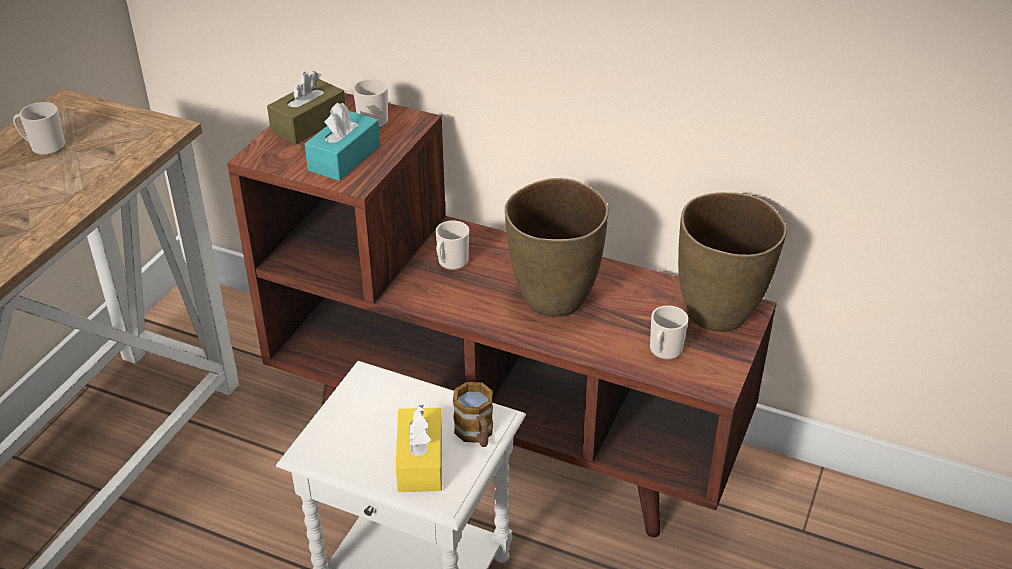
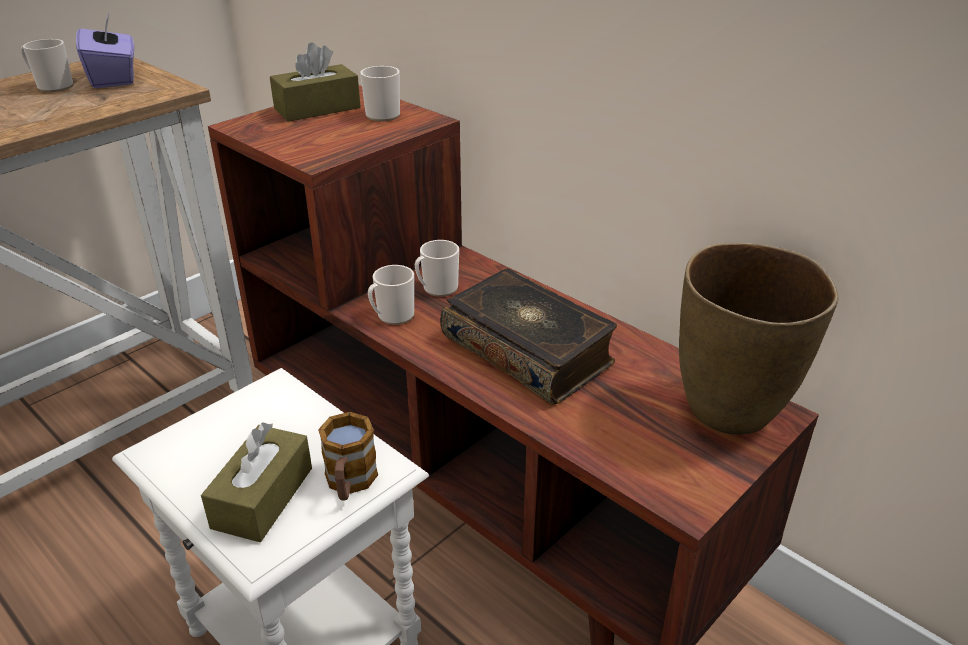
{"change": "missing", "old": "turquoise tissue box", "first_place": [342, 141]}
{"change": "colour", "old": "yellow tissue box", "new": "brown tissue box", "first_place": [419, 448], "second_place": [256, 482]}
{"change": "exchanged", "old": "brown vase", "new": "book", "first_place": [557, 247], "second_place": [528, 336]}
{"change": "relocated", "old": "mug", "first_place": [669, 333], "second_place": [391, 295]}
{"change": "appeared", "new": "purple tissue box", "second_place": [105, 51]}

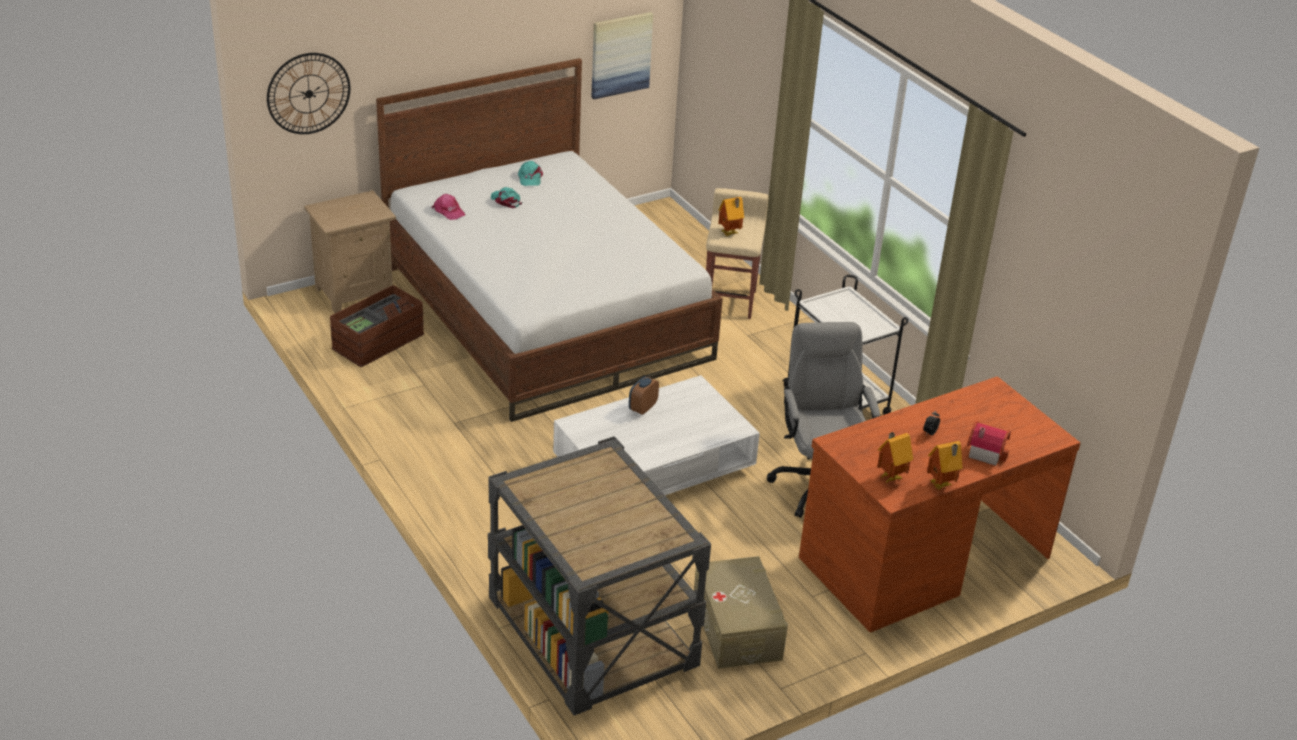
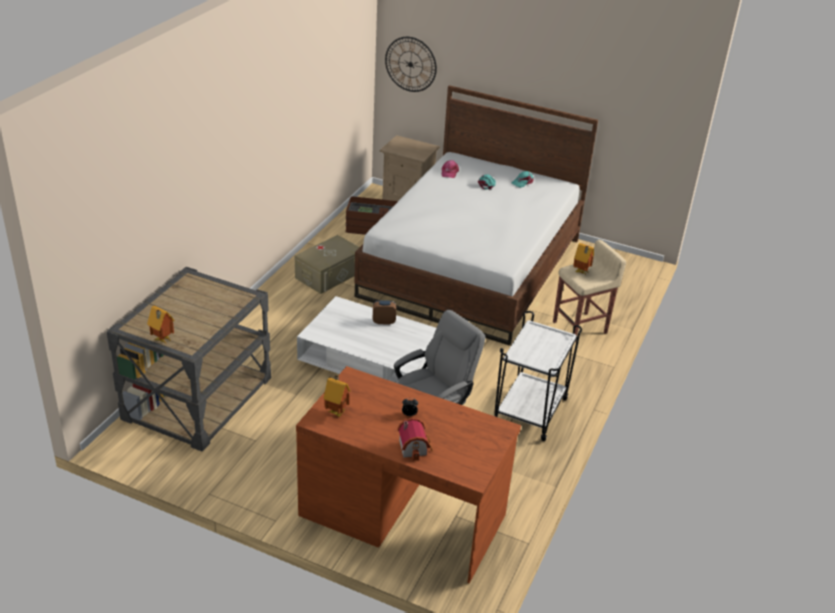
{"change": "missing", "old": "picture", "first_place": [622, 55]}
{"change": "relocated", "old": "beige storage box", "first_place": [741, 612], "second_place": [327, 264]}
{"change": "relocated", "old": "toy house", "first_place": [945, 465], "second_place": [161, 324]}

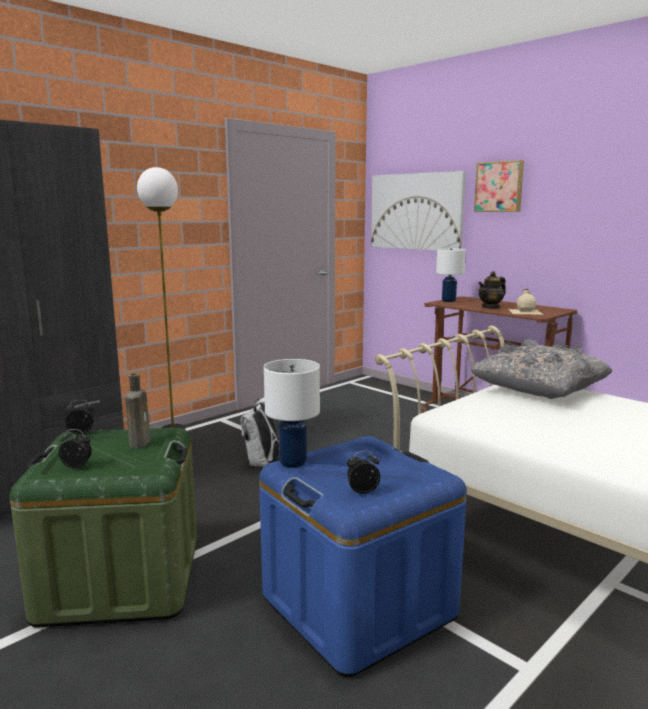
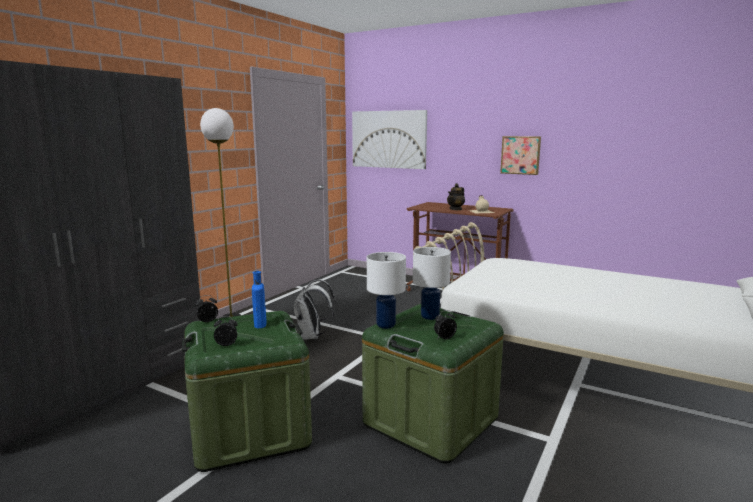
{"change": "colour", "old": "brown bottle", "new": "blue bottle", "first_place": [138, 411], "second_place": [259, 299]}
{"change": "colour", "old": "blue storage box", "new": "green storage box", "first_place": [363, 556], "second_place": [433, 384]}
{"change": "relocated", "old": "white table lamp", "first_place": [451, 275], "second_place": [432, 283]}
{"change": "missing", "old": "grey pillow", "first_place": [541, 368]}
{"change": "relocated", "old": "picture", "first_place": [499, 186], "second_place": [520, 155]}

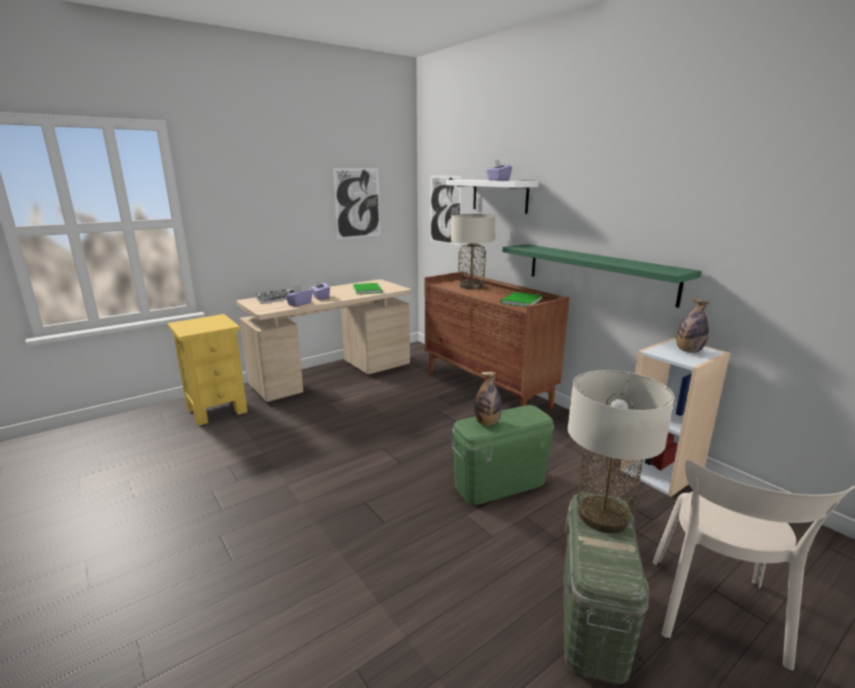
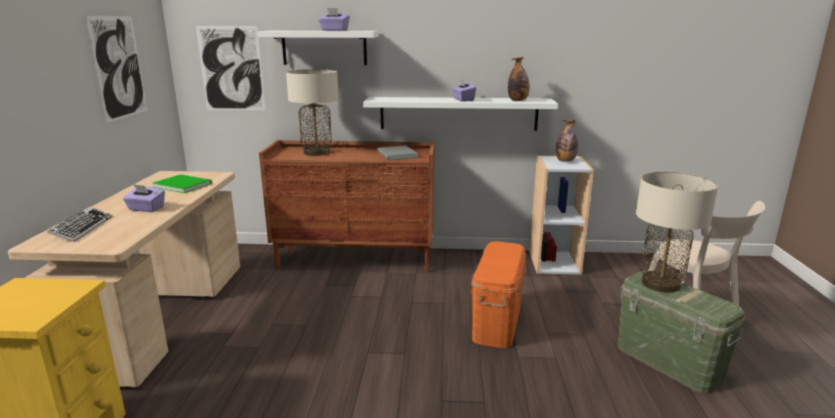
{"change": "relocated", "old": "purple tissue box", "first_place": [299, 296], "second_place": [464, 90]}
{"change": "colour", "old": "green storage box", "new": "orange storage box", "first_place": [502, 455], "second_place": [499, 294]}
{"change": "relocated", "old": "bottle", "first_place": [488, 399], "second_place": [519, 79]}
{"change": "colour", "old": "green book", "new": "grey book", "first_place": [521, 299], "second_place": [397, 152]}
{"change": "colour", "old": "green shelf", "new": "white shelf", "first_place": [602, 276], "second_place": [460, 114]}

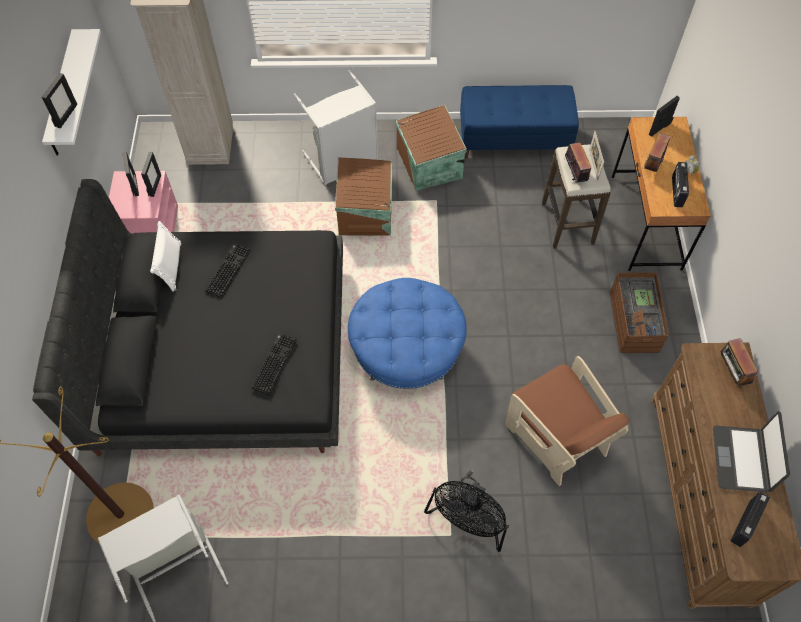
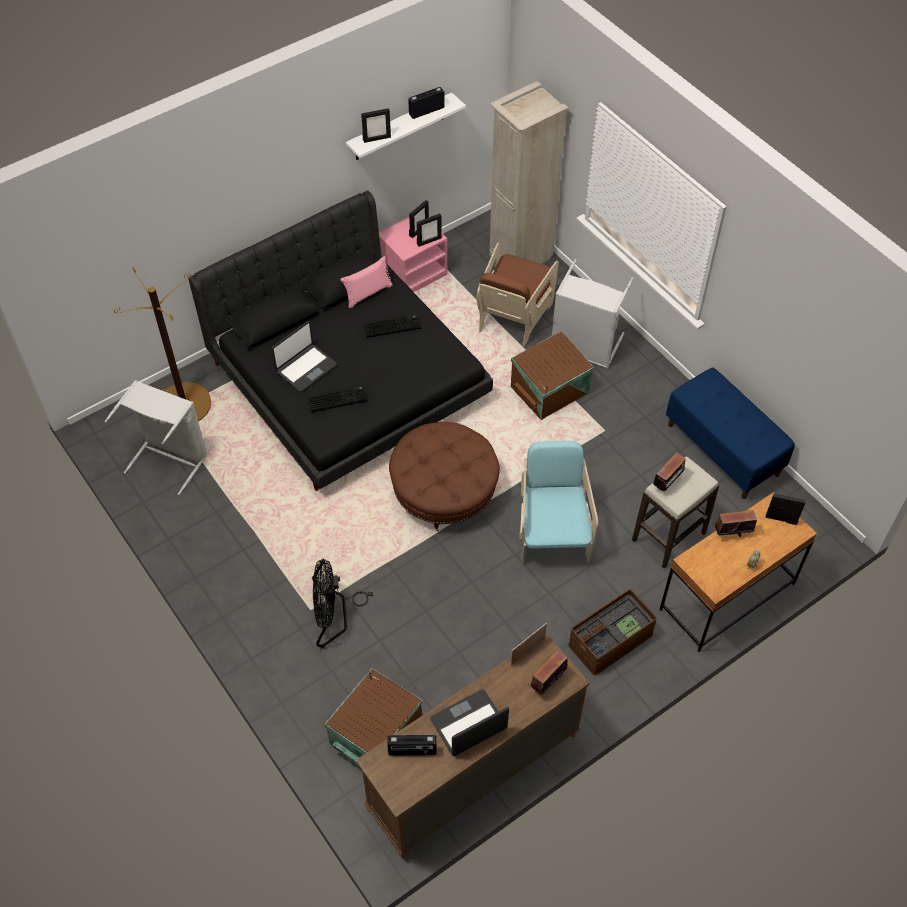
{"change": "colour", "old": "white pillow", "new": "pink pillow", "first_place": [165, 256], "second_place": [366, 282]}
{"change": "colour", "old": "blue ottoman", "new": "brown ottoman", "first_place": [407, 333], "second_place": [444, 476]}
{"change": "relocated", "old": "brown storage box", "first_place": [431, 148], "second_place": [373, 717]}
{"change": "relocated", "old": "brown armchair", "first_place": [567, 421], "second_place": [517, 295]}
{"change": "relocated", "old": "picture frame", "first_place": [596, 156], "second_place": [528, 644]}
{"change": "relocated", "old": "radio", "first_place": [680, 185], "second_place": [426, 103]}
{"change": "appeared", "new": "laptop", "second_place": [304, 356]}
{"change": "appeared", "new": "turquoise armchair", "second_place": [558, 502]}

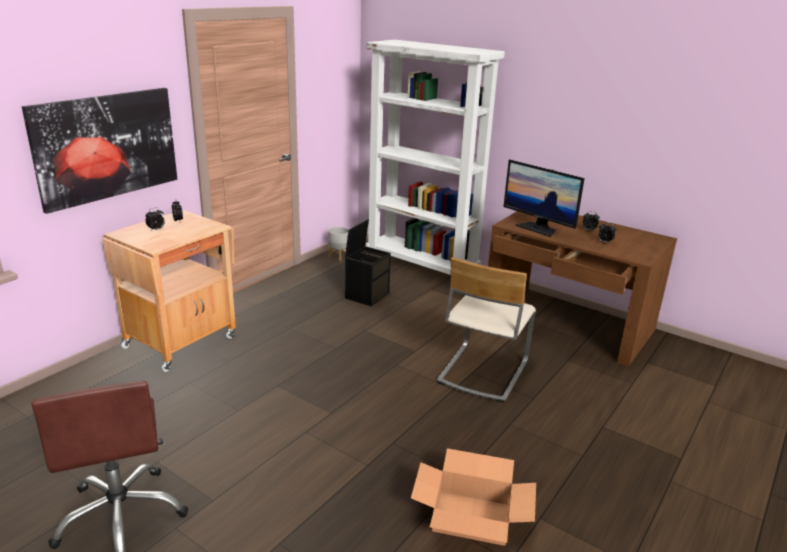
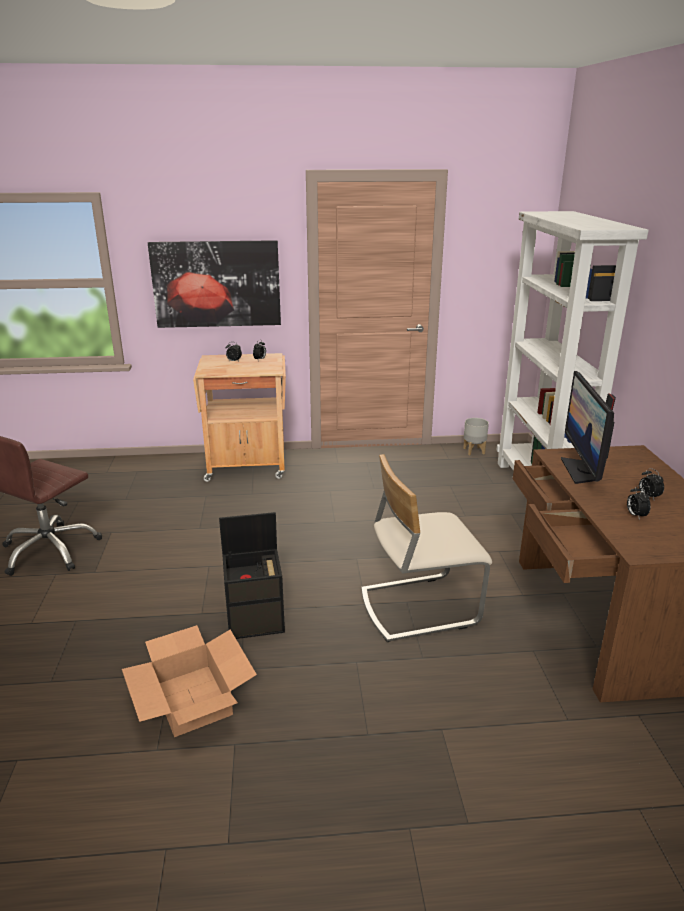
{"change": "relocated", "old": "black storage box", "first_place": [368, 262], "second_place": [252, 575]}

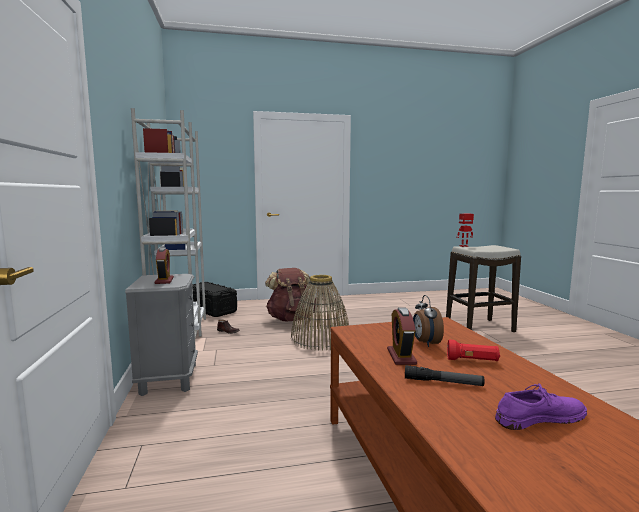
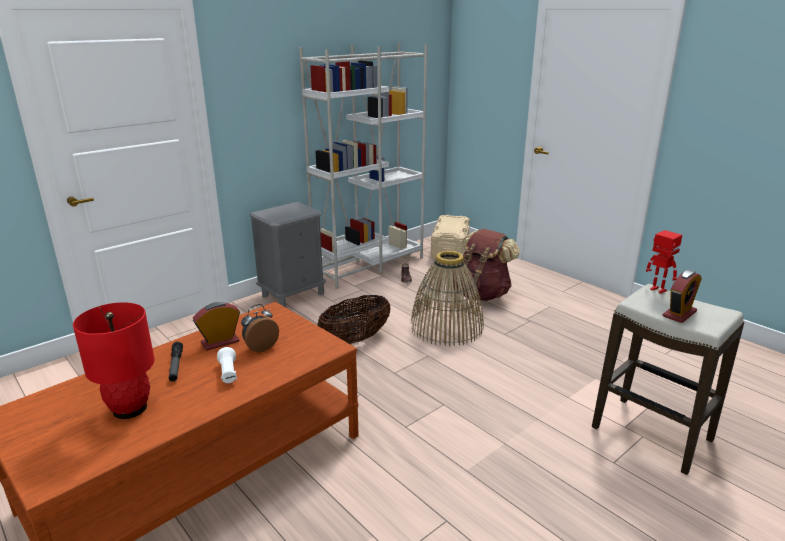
{"change": "relocated", "old": "alarm clock", "first_place": [164, 266], "second_place": [682, 296]}
{"change": "colour", "old": "black storage box", "new": "beige storage box", "first_place": [214, 299], "second_place": [450, 237]}
{"change": "colour", "old": "red flashlight", "new": "white flashlight", "first_place": [473, 350], "second_place": [227, 365]}
{"change": "exchanged", "old": "purple shoe", "new": "red table lamp", "first_place": [541, 406], "second_place": [114, 360]}
{"change": "appeared", "new": "basket", "second_place": [354, 319]}

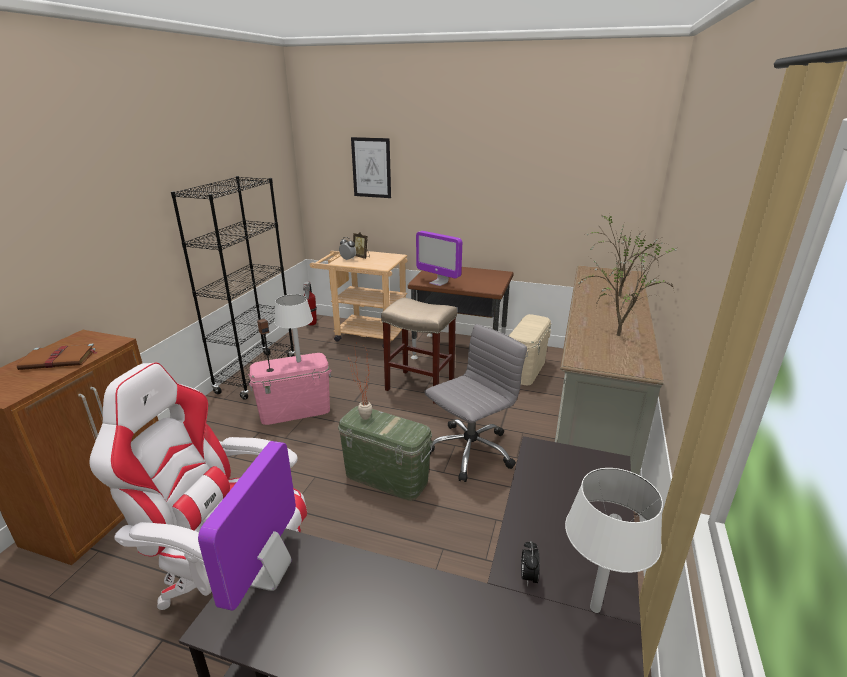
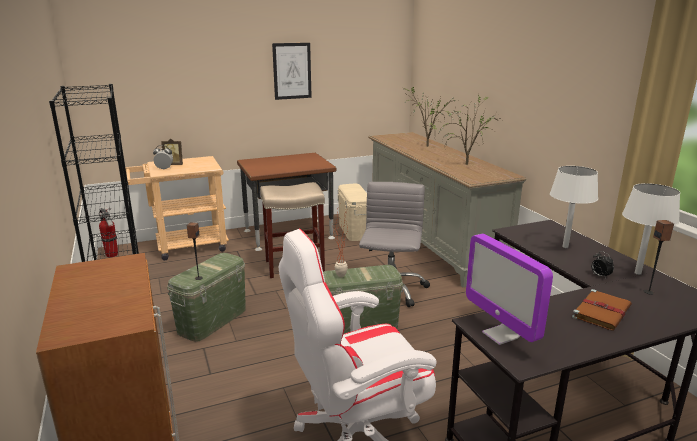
{"change": "relocated", "old": "brown book", "first_place": [57, 357], "second_place": [602, 310]}
{"change": "colour", "old": "pink storage box", "new": "green storage box", "first_place": [289, 389], "second_place": [206, 297]}
{"change": "relocated", "old": "white table lamp", "first_place": [293, 328], "second_place": [574, 207]}
{"change": "relocated", "old": "picture", "first_place": [371, 167], "second_place": [292, 71]}
{"change": "missing", "old": "monitor", "first_place": [439, 258]}
{"change": "appeared", "new": "speaker", "second_place": [659, 257]}

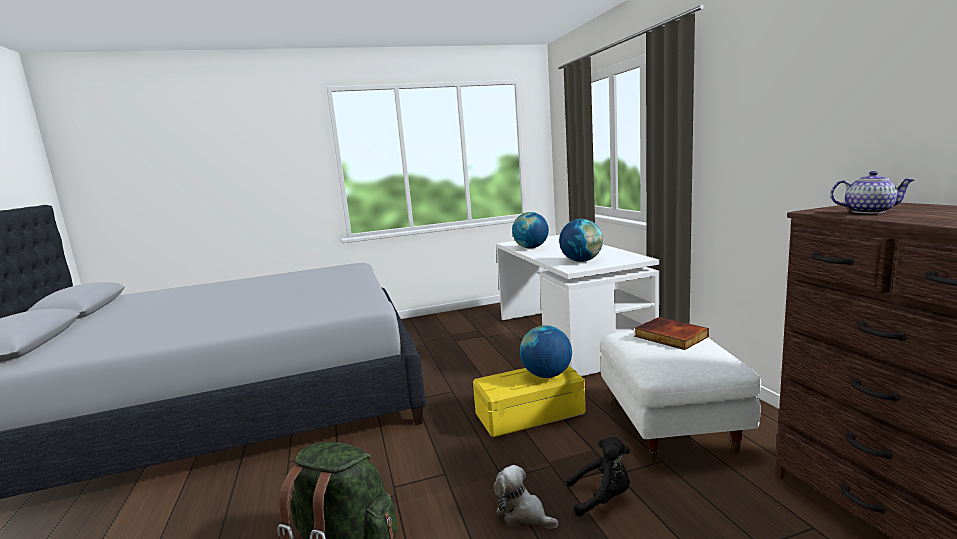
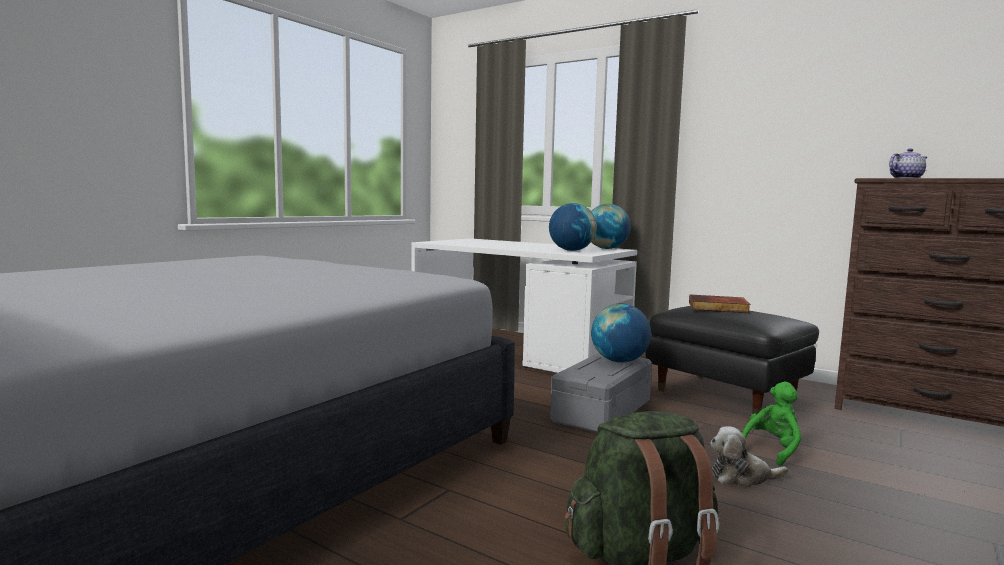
{"change": "colour", "old": "yellow storage box", "new": "grey storage box", "first_place": [529, 401], "second_place": [601, 393]}
{"change": "relocated", "old": "globe", "first_place": [530, 230], "second_place": [611, 226]}
{"change": "colour", "old": "black plush toy", "new": "green plush toy", "first_place": [598, 477], "second_place": [772, 424]}
{"change": "colour", "old": "white ottoman", "new": "black ottoman", "first_place": [680, 396], "second_place": [732, 360]}

